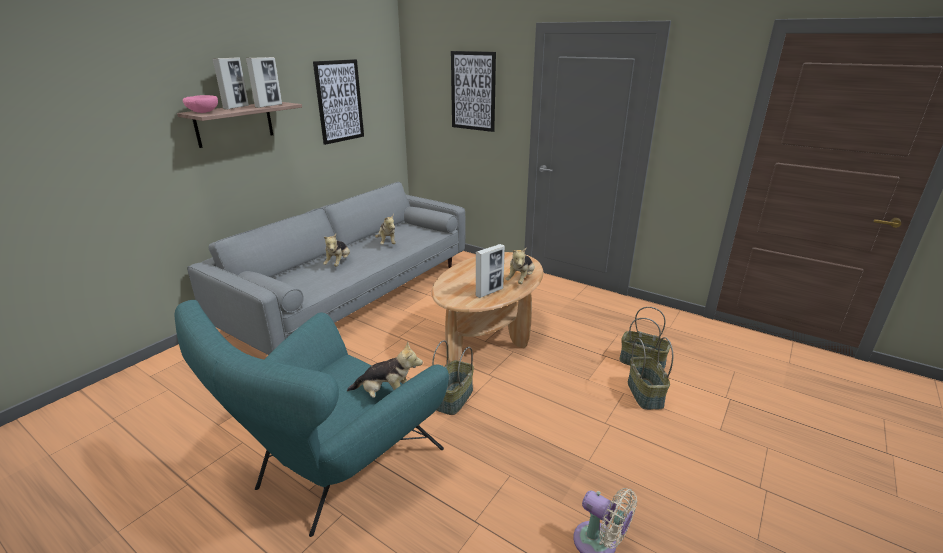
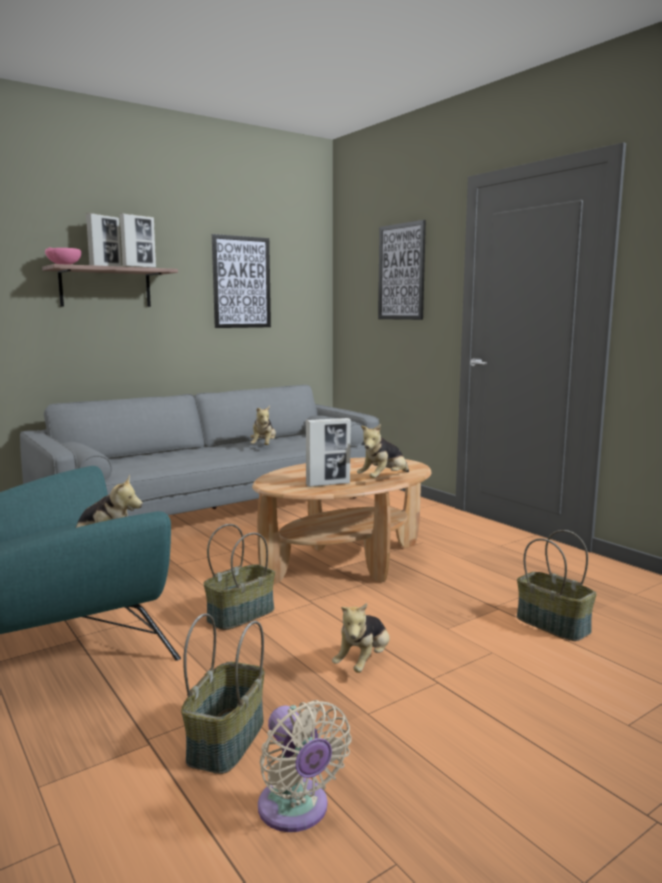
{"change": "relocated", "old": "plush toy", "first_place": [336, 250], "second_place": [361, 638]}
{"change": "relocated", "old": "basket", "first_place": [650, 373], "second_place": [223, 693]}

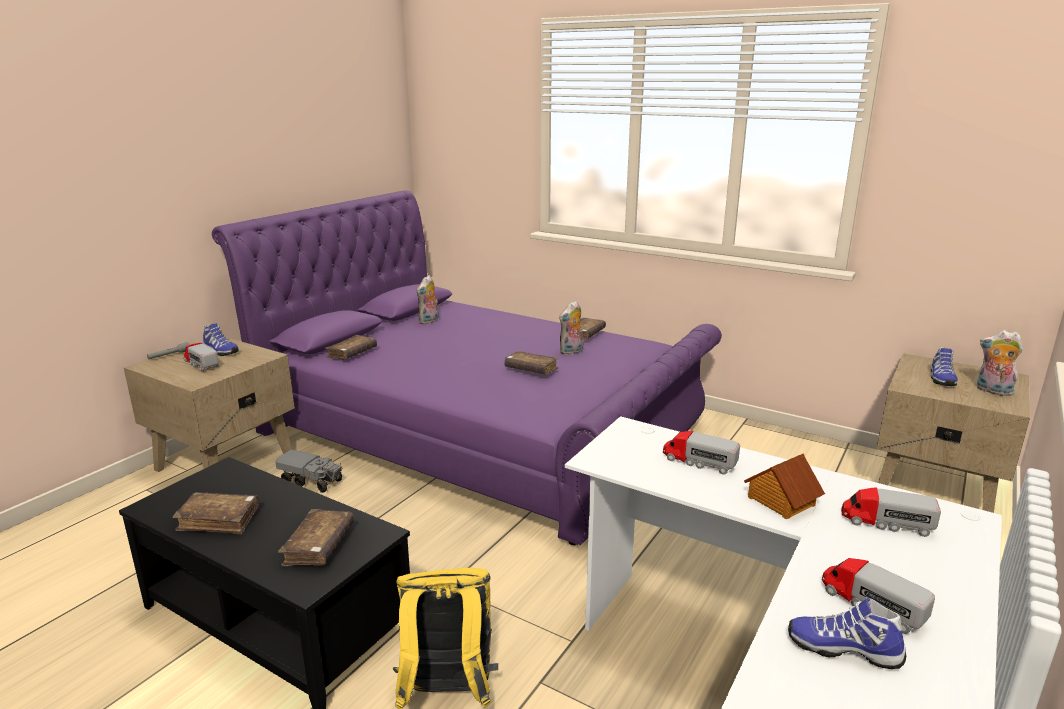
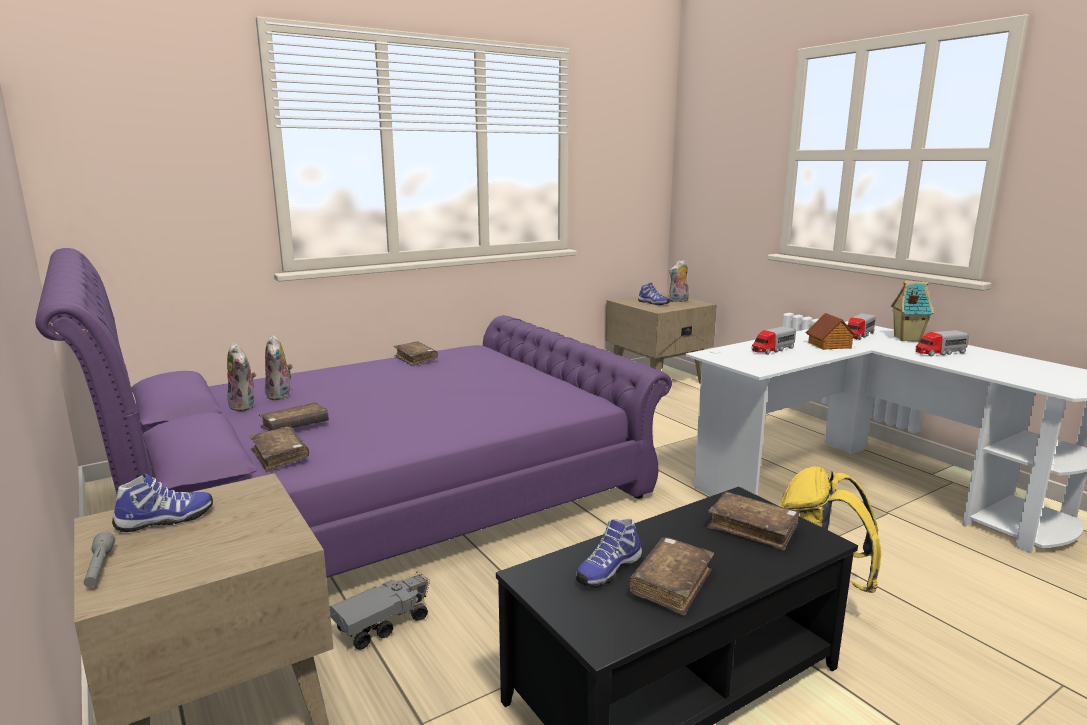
{"change": "missing", "old": "toy truck", "first_place": [201, 357]}
{"change": "relocated", "old": "brown book", "first_place": [531, 363], "second_place": [294, 416]}
{"change": "relocated", "old": "plush toy", "first_place": [571, 328], "second_place": [279, 367]}
{"change": "relocated", "old": "shoe", "first_place": [847, 633], "second_place": [609, 553]}
{"change": "appeared", "new": "toy house", "second_place": [912, 311]}

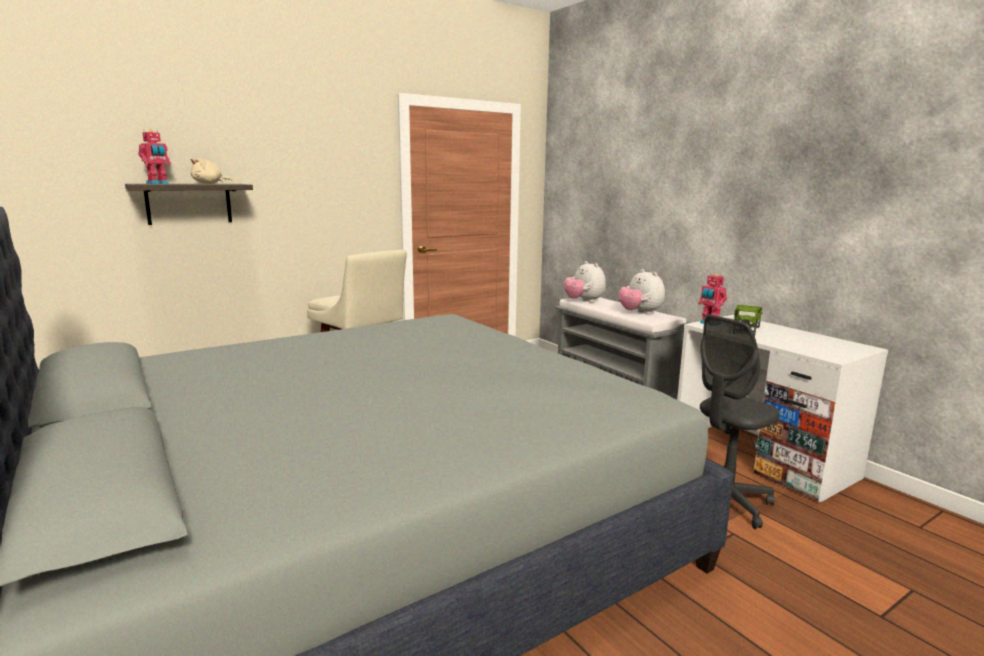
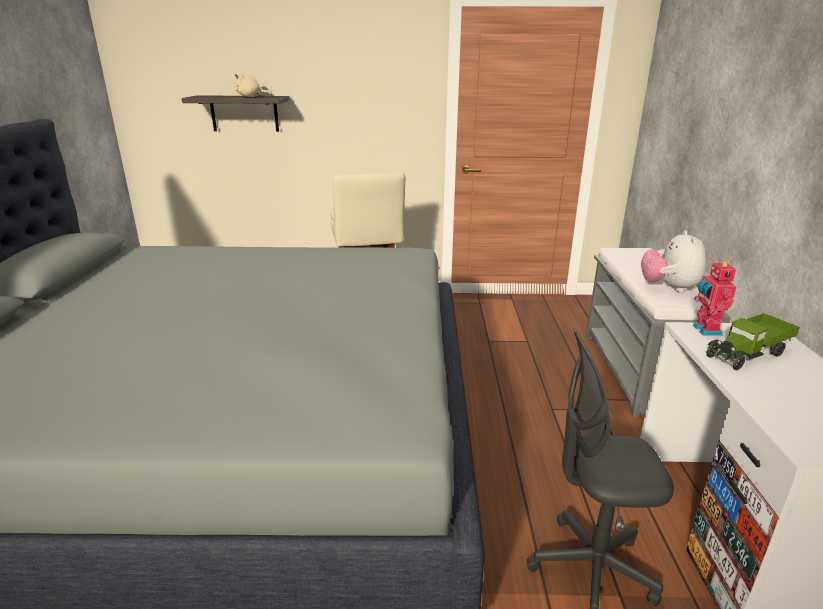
{"change": "missing", "old": "toy robot", "first_place": [154, 156]}
{"change": "missing", "old": "plush toy", "first_place": [585, 282]}

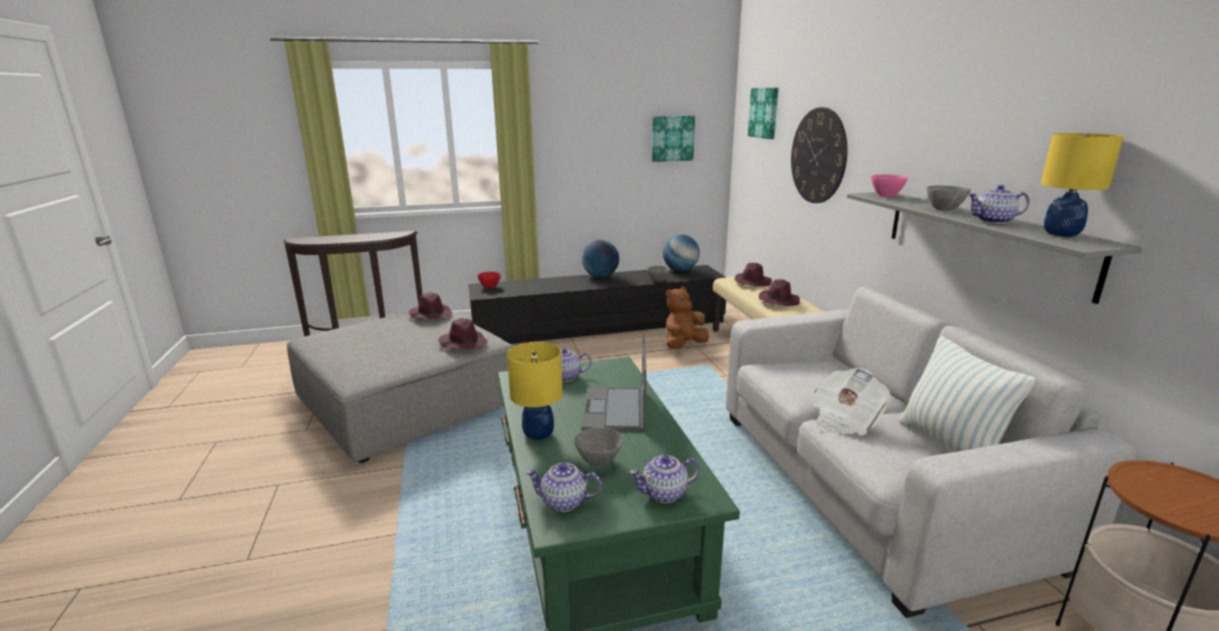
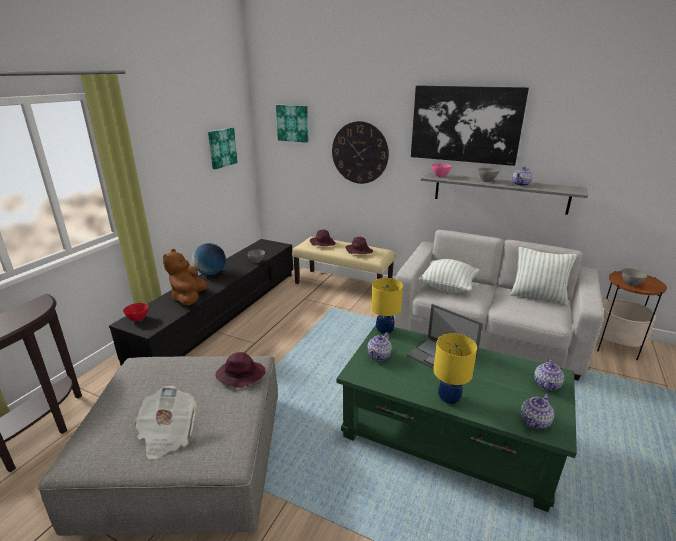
{"change": "missing", "old": "purple hat", "first_place": [430, 305]}
{"change": "relocated", "old": "grey bowl", "first_place": [598, 447], "second_place": [634, 277]}
{"change": "missing", "old": "globe", "first_place": [681, 253]}
{"change": "relocated", "old": "brown plush toy", "first_place": [687, 318], "second_place": [185, 277]}
{"change": "relocated", "old": "newspaper", "first_place": [852, 401], "second_place": [166, 423]}
{"change": "relocated", "old": "yellow table lamp", "first_place": [1082, 185], "second_place": [387, 306]}
{"change": "appeared", "new": "picture", "second_place": [470, 125]}
{"change": "appeared", "new": "pillow", "second_place": [448, 276]}

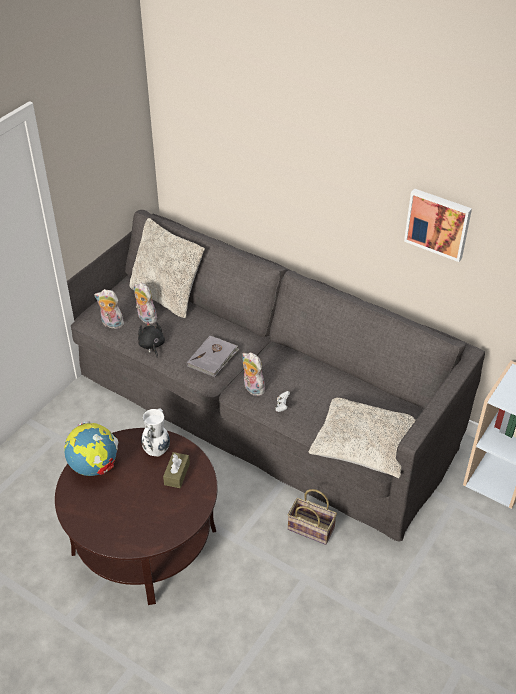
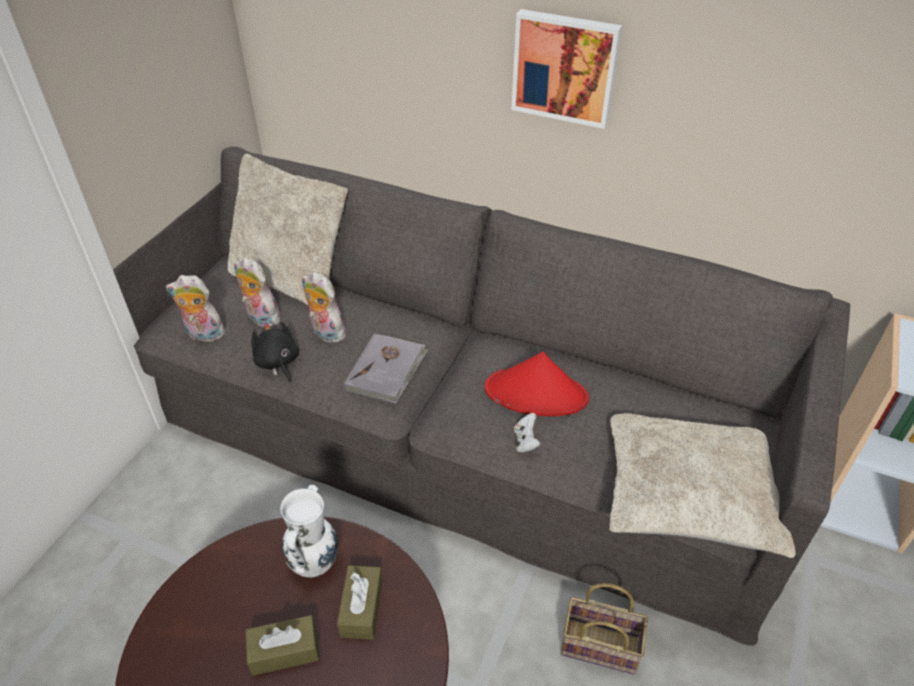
{"change": "missing", "old": "globe", "first_place": [91, 448]}
{"change": "relocated", "old": "plush toy", "first_place": [253, 374], "second_place": [324, 307]}
{"change": "relocated", "old": "picture", "first_place": [438, 225], "second_place": [566, 69]}
{"change": "appeared", "new": "brown tissue box", "second_place": [282, 645]}
{"change": "appeared", "new": "red hat", "second_place": [537, 384]}

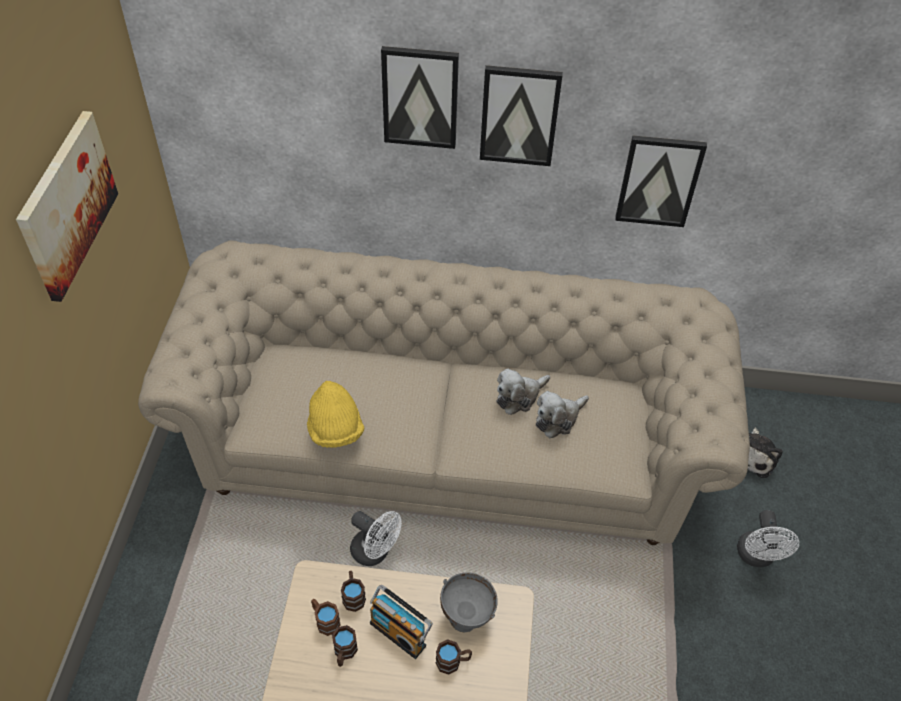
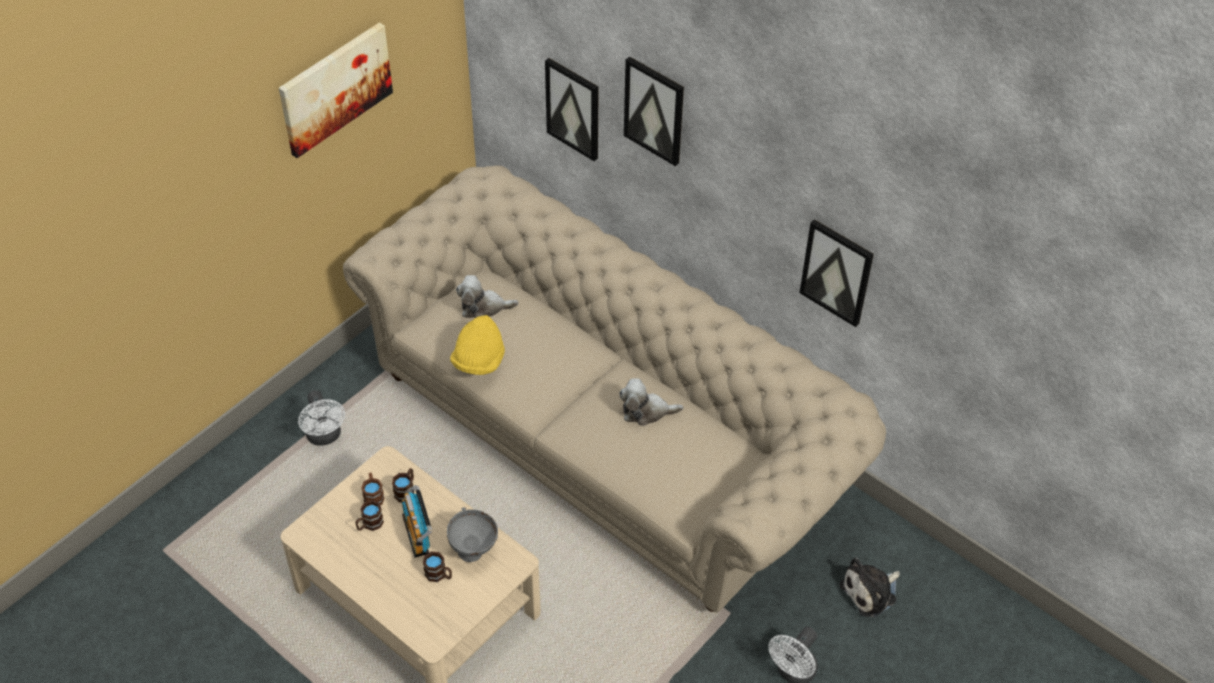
{"change": "relocated", "old": "white fan", "first_place": [376, 538], "second_place": [321, 418]}
{"change": "relocated", "old": "picture", "first_place": [521, 115], "second_place": [572, 109]}
{"change": "relocated", "old": "plush toy", "first_place": [562, 414], "second_place": [487, 296]}

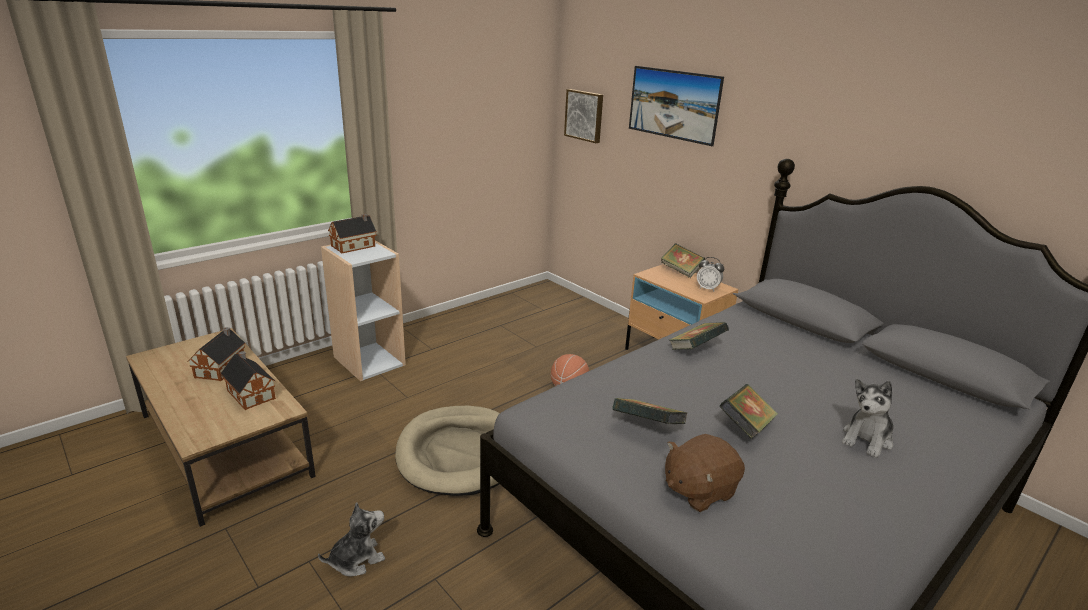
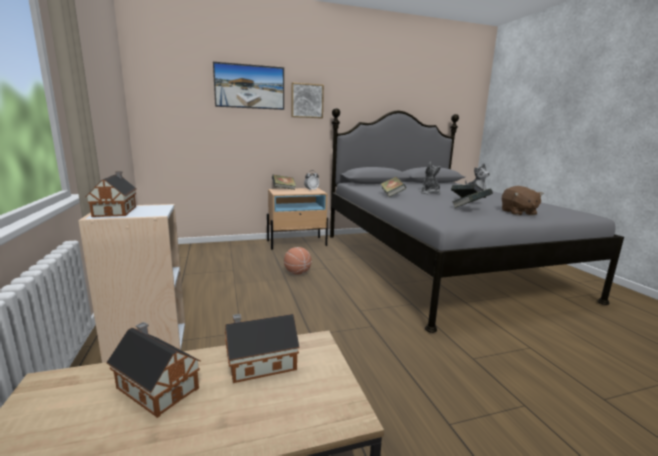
{"change": "relocated", "old": "plush toy", "first_place": [351, 539], "second_place": [430, 178]}
{"change": "missing", "old": "beige dog bed", "first_place": [447, 451]}
{"change": "relocated", "old": "picture", "first_place": [583, 116], "second_place": [307, 100]}

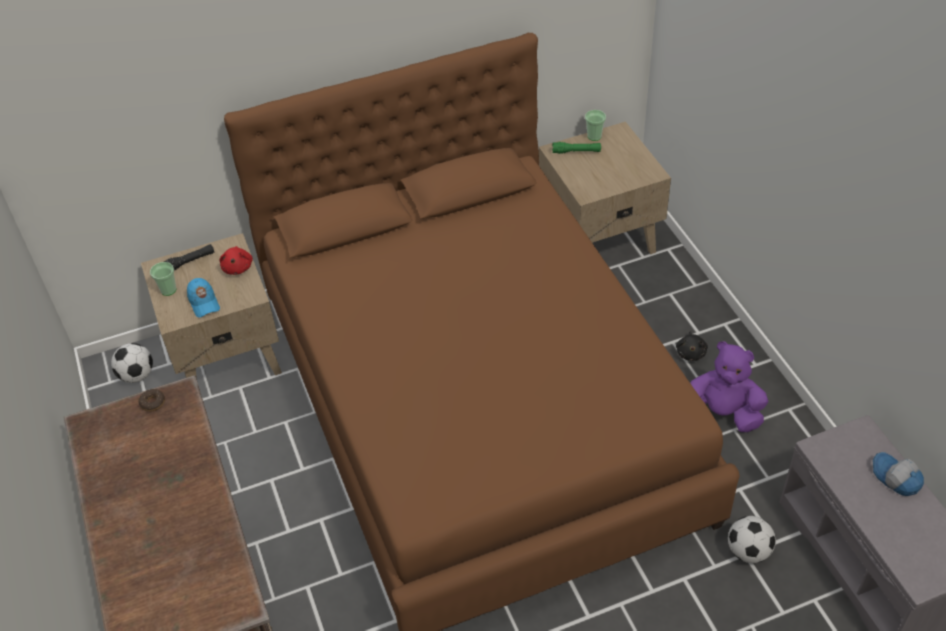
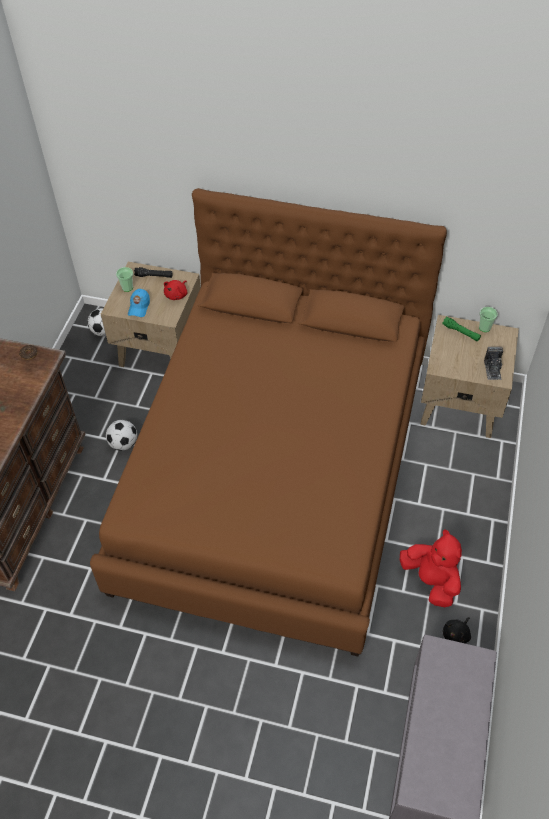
{"change": "relocated", "old": "black plush toy", "first_place": [692, 346], "second_place": [457, 630]}
{"change": "colour", "old": "purple plush toy", "new": "red plush toy", "first_place": [729, 386], "second_place": [431, 568]}
{"change": "relocated", "old": "football", "first_place": [752, 539], "second_place": [121, 435]}
{"change": "missing", "old": "cap", "first_place": [898, 474]}
{"change": "appeared", "new": "photo camera", "second_place": [493, 363]}

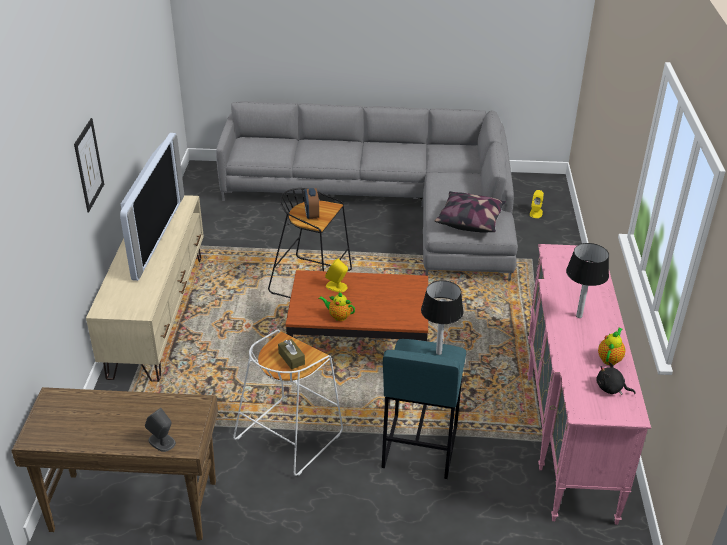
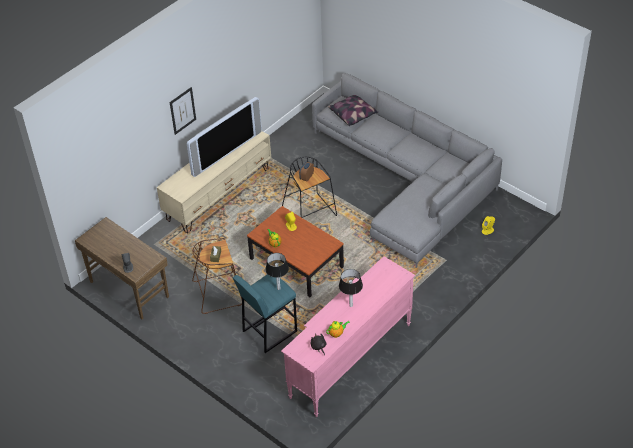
{"change": "colour", "old": "white stool", "new": "brown stool", "first_place": [288, 402], "second_place": [217, 276]}
{"change": "relocated", "old": "pillow", "first_place": [470, 212], "second_place": [353, 110]}

